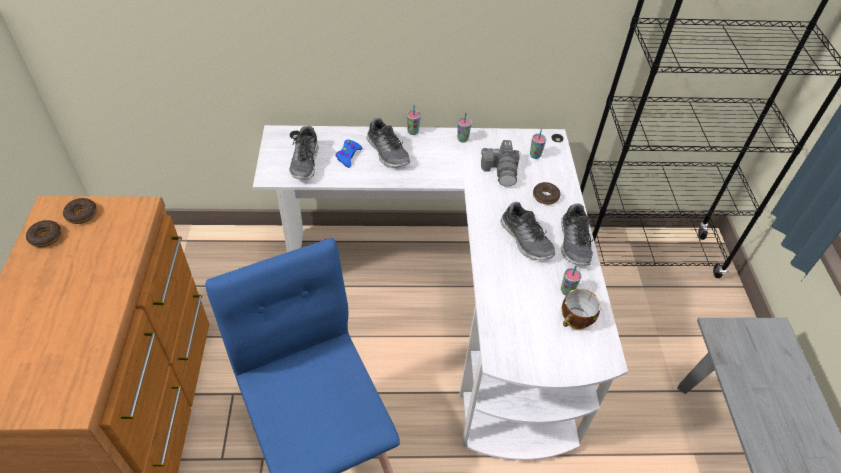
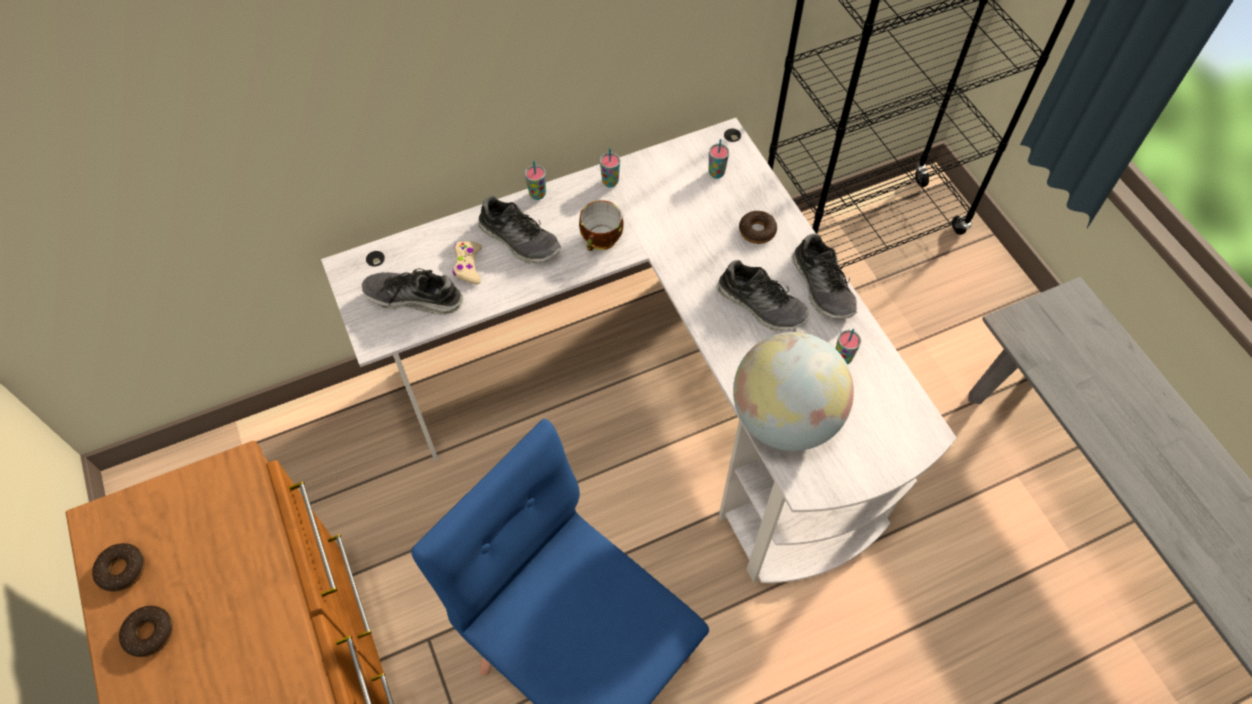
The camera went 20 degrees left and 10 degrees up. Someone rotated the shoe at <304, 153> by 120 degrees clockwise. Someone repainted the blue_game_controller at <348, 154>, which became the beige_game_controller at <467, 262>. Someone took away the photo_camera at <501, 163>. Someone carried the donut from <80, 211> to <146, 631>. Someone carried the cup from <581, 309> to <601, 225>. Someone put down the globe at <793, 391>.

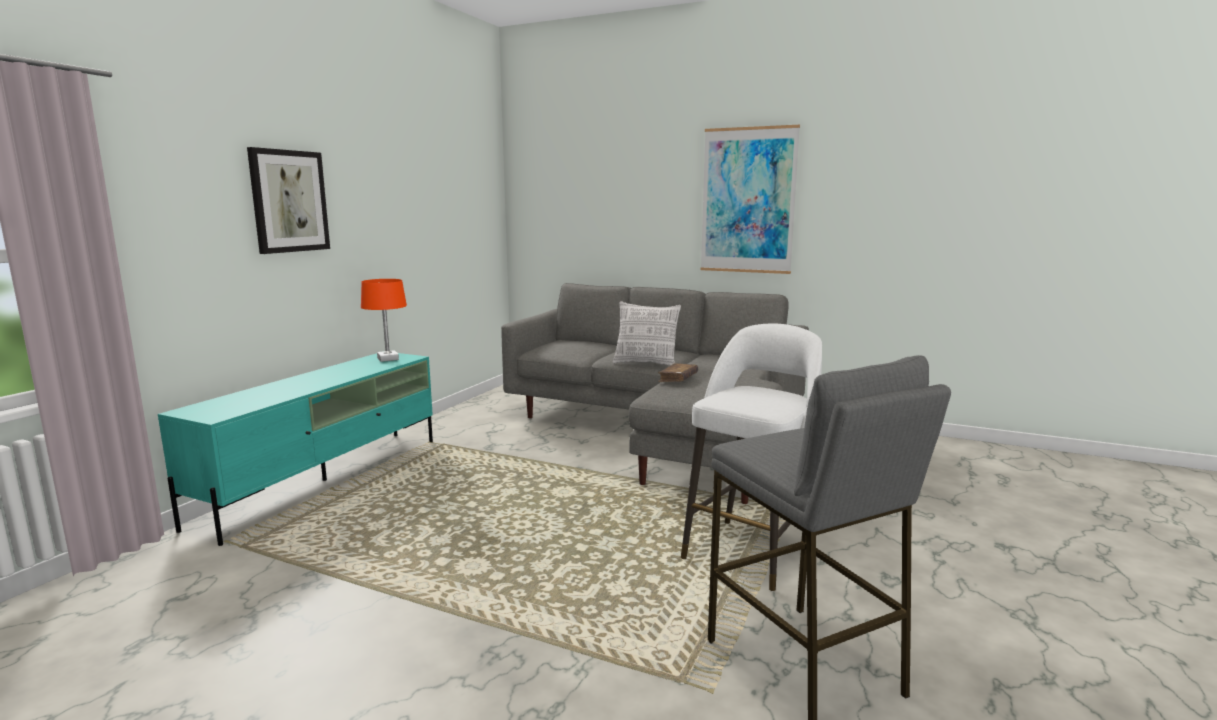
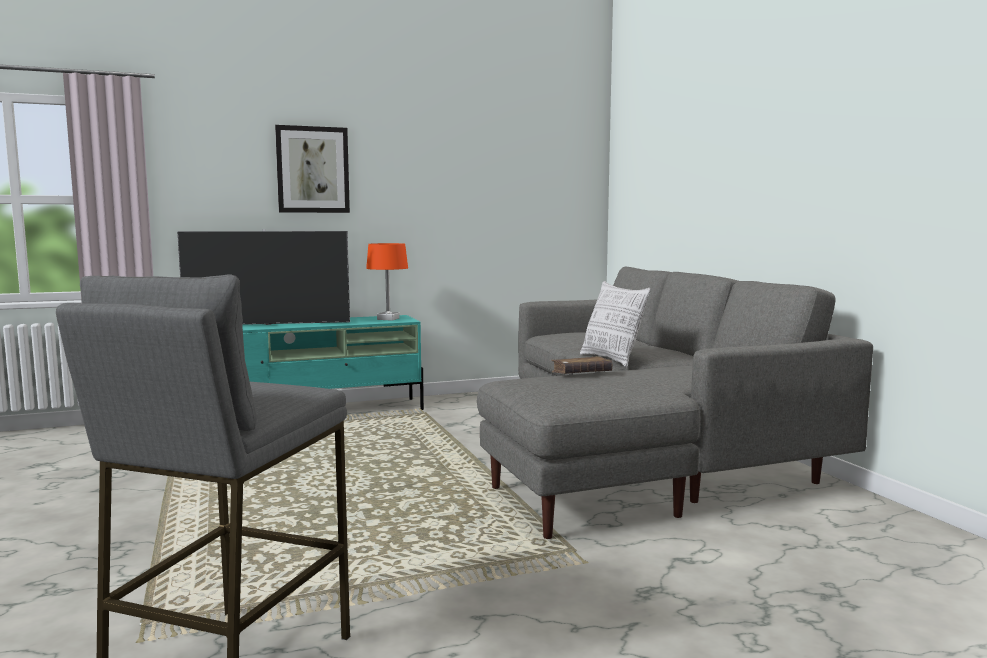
The camera went 45 degrees right and 5 degrees down. Someone took away the picture at <750, 199>. Someone took away the white_stool at <751, 457>. Someone put down the television at <263, 277>.

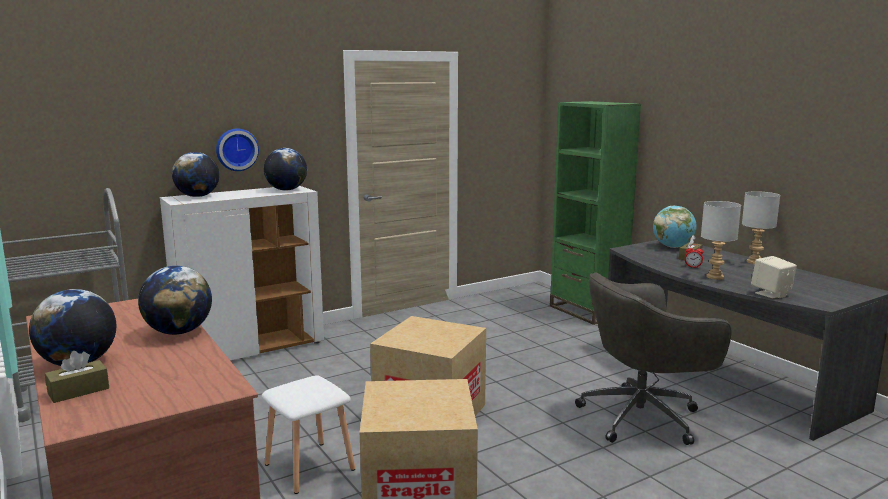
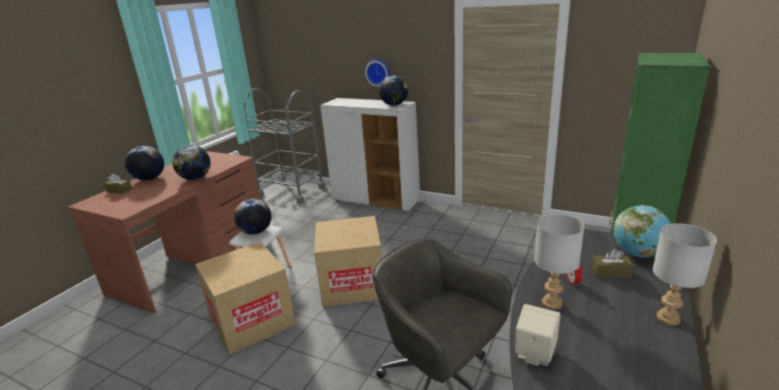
The camera went 60 degrees right and 10 degrees up. Someone carried the globe from <195, 174> to <252, 217>.

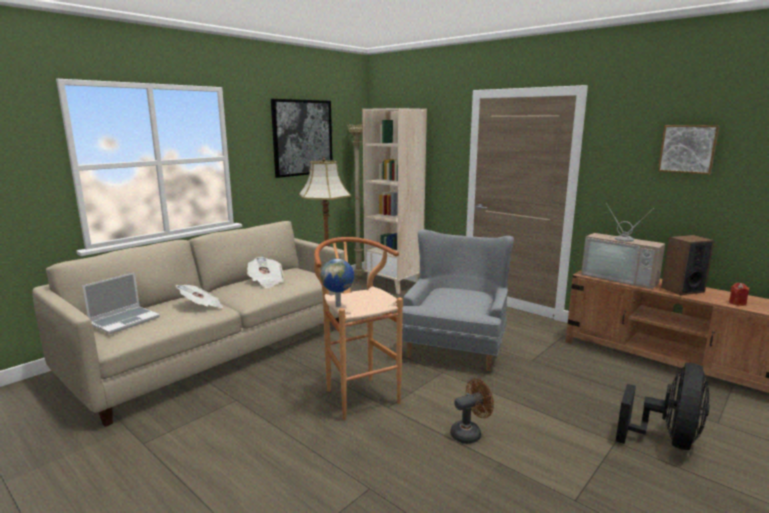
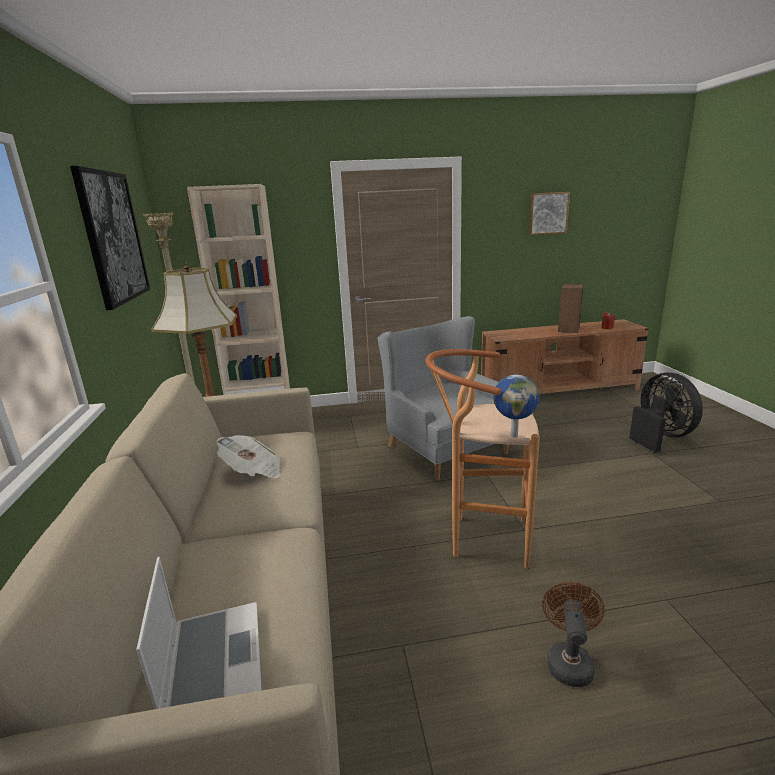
The camera went 50 degrees left and 5 degrees up. Someone took away the television at <623, 246>. Someone took away the newspaper at <199, 296>. Someone carried the brown_fan from <472, 411> to <573, 634>.

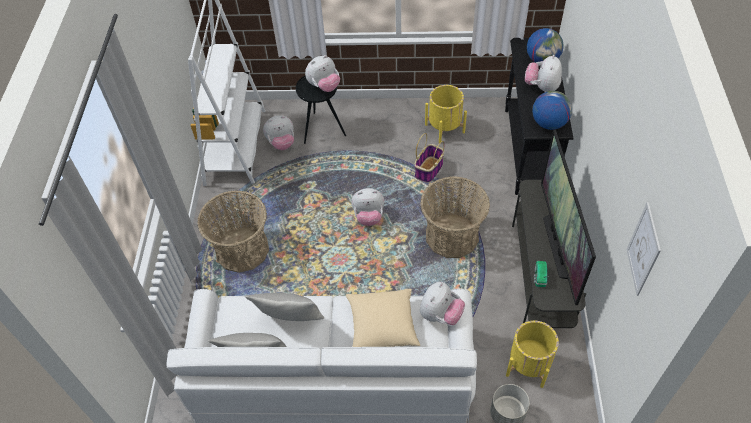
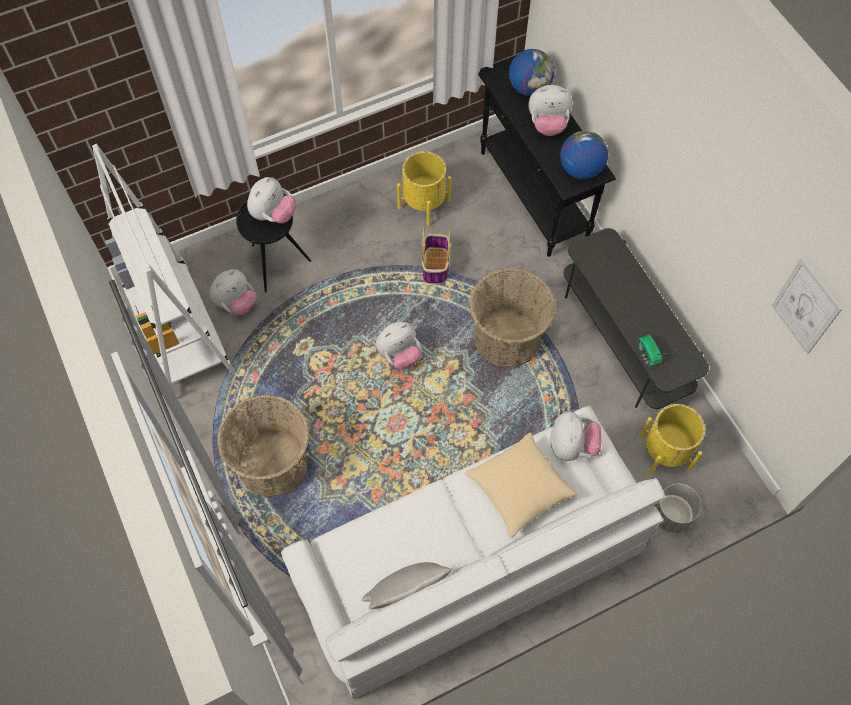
The camera went 30 degrees left and 10 degrees up. Someone rotated the plush_toy at <543, 73> by 75 degrees counterclockwise. Someone took away the television at <568, 217>. Someone took away the grey_pillow at <284, 307>.

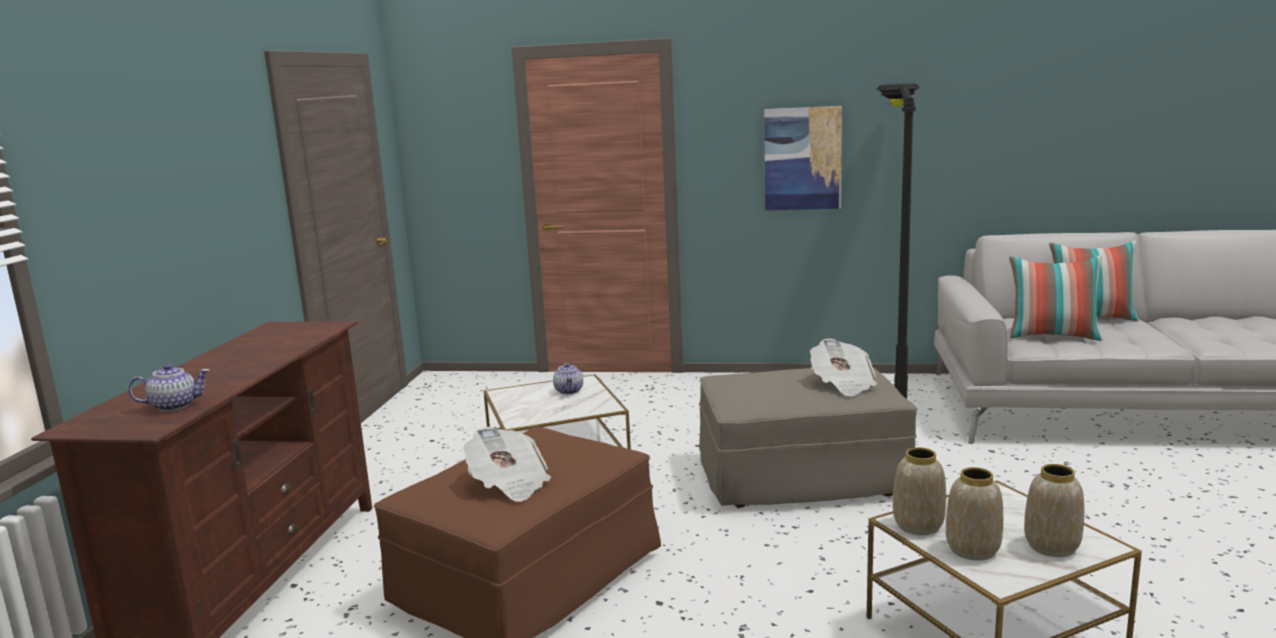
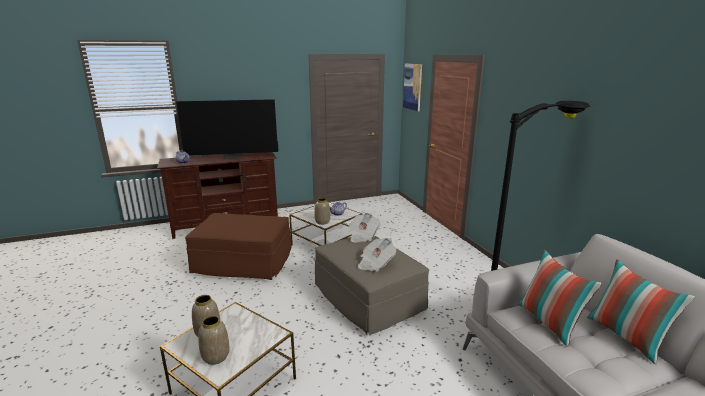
The camera went 60 degrees right and 5 degrees up. Someone carried the picture from <803, 158> to <412, 87>. Someone carried the newspaper from <507, 464> to <364, 227>. Someone carried the vase from <919, 491> to <322, 211>. Someone put down the television at <227, 128>.

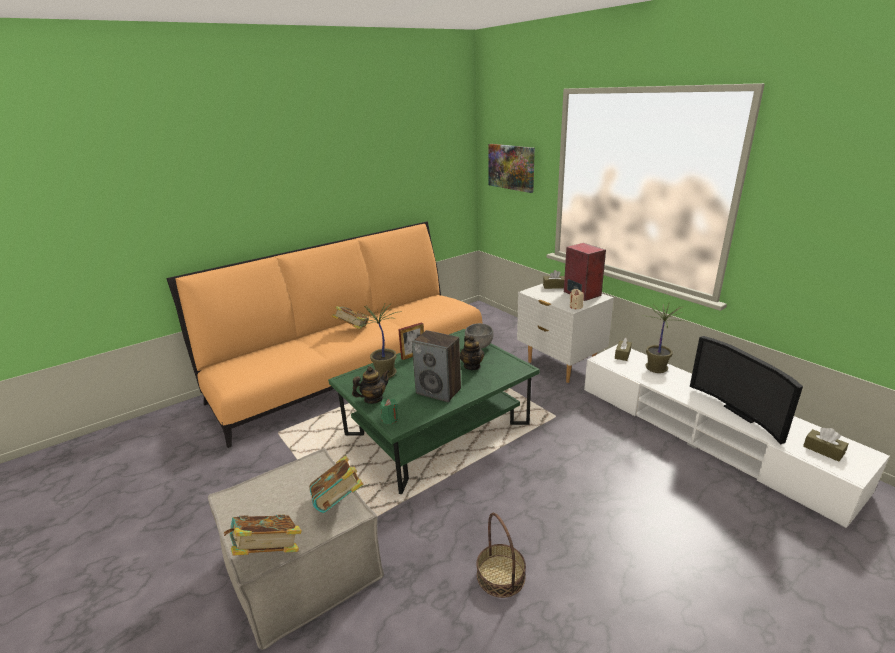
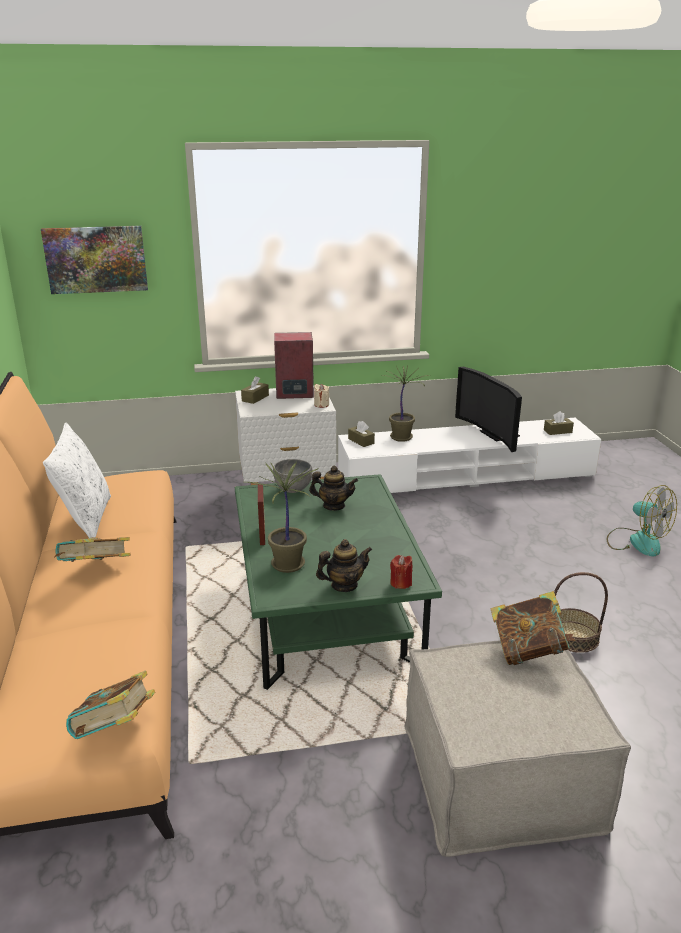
The camera went 65 degrees left and 0 degrees up. Someone took away the speaker at <436, 366>. Someone rotated the television at <746, 390> by 60 degrees clockwise. Someone rotated the teapot at <371, 385> by 75 degrees clockwise. Someone repainted the green_candle at <389, 411>, which became the red_candle at <401, 572>. Someone carried the book from <263, 535> to <110, 704>. Someone put down the white_pillow at <77, 480>. Someone put down the fan at <642, 520>.

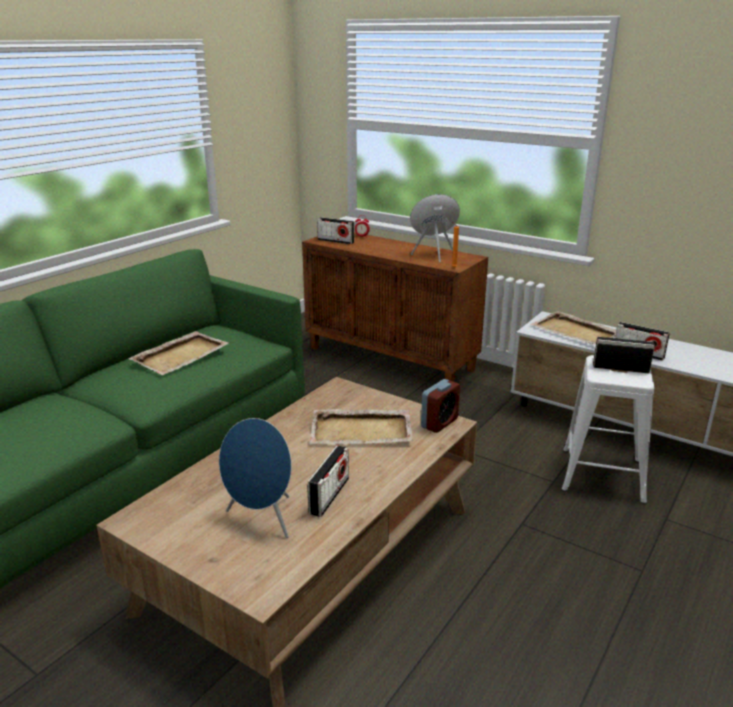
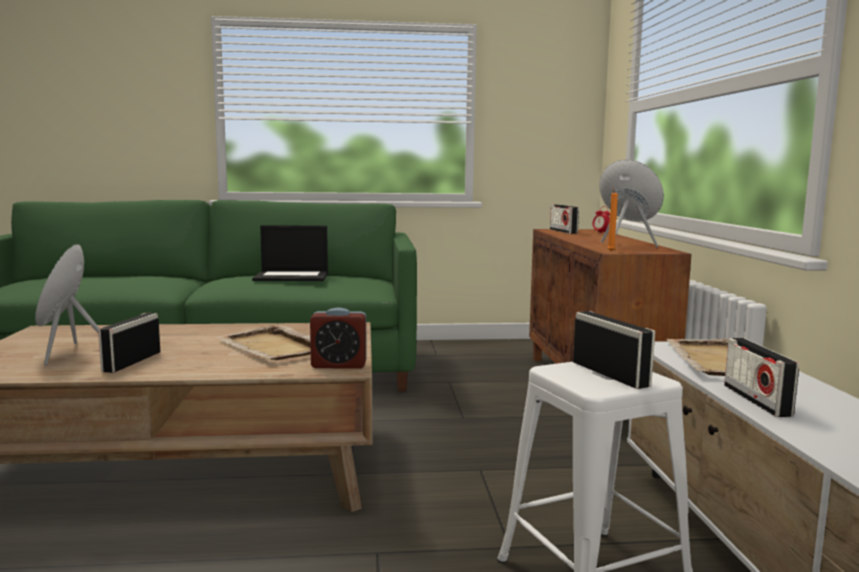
The camera went 50 degrees right and 15 degrees down. Someone swapped the beige_tray at <178, 353> for the laptop at <290, 253>. Someone rotated the radio at <328, 481> by 120 degrees clockwise.

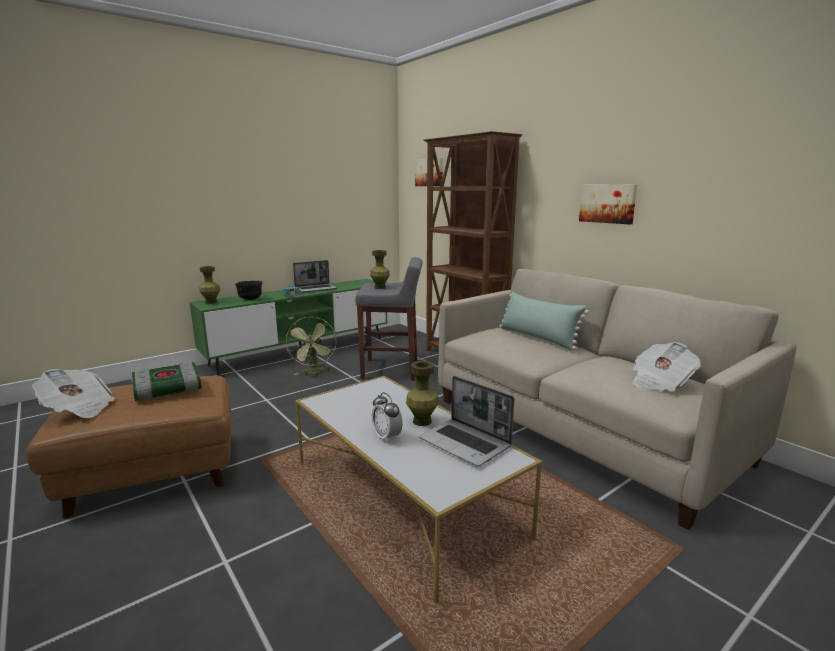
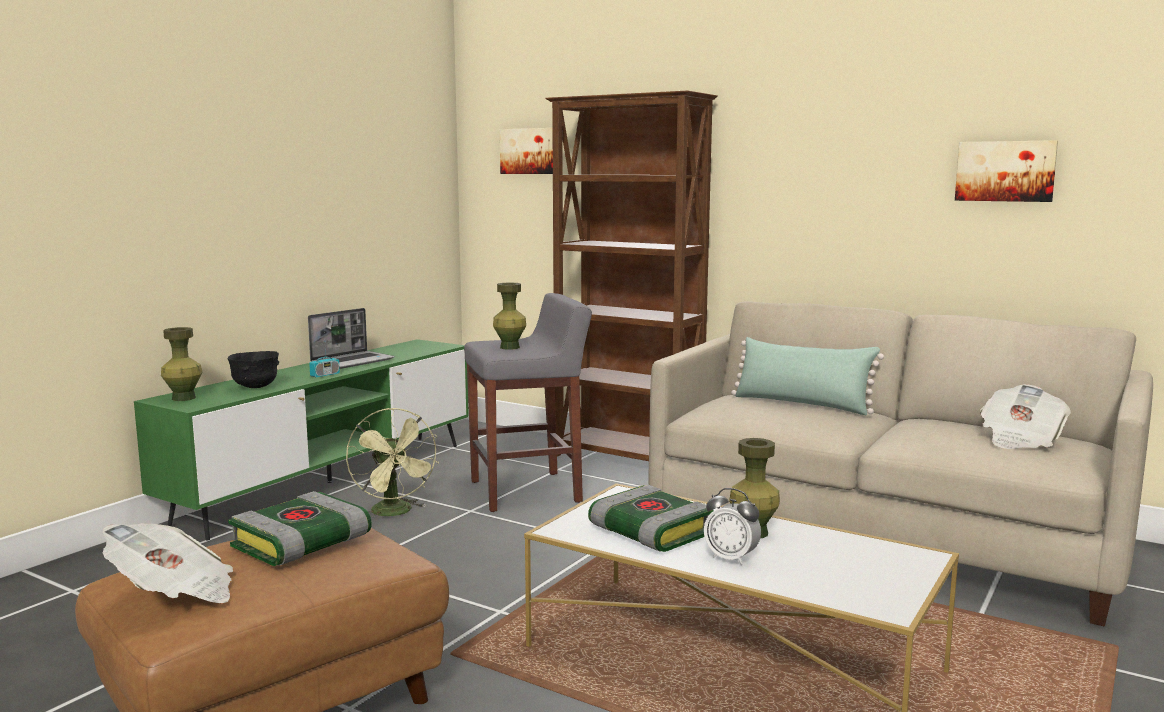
The camera went 20 degrees left and 5 degrees down. Someone carried the picture from <608, 204> to <1006, 171>. Someone took away the laptop at <466, 421>. Someone put down the book at <651, 518>.

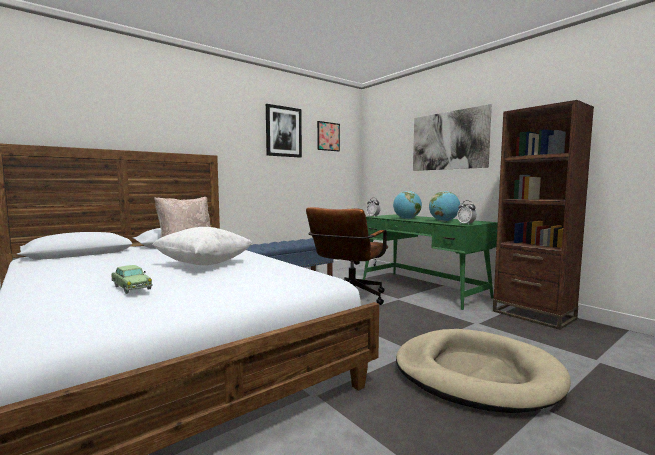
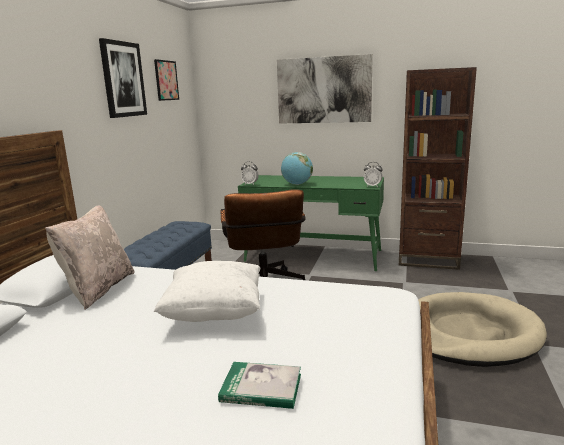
The camera went 35 degrees left and 10 degrees up. Someone took away the globe at <444, 206>. Someone swapped the toy_car at <132, 279> for the book at <259, 385>.

